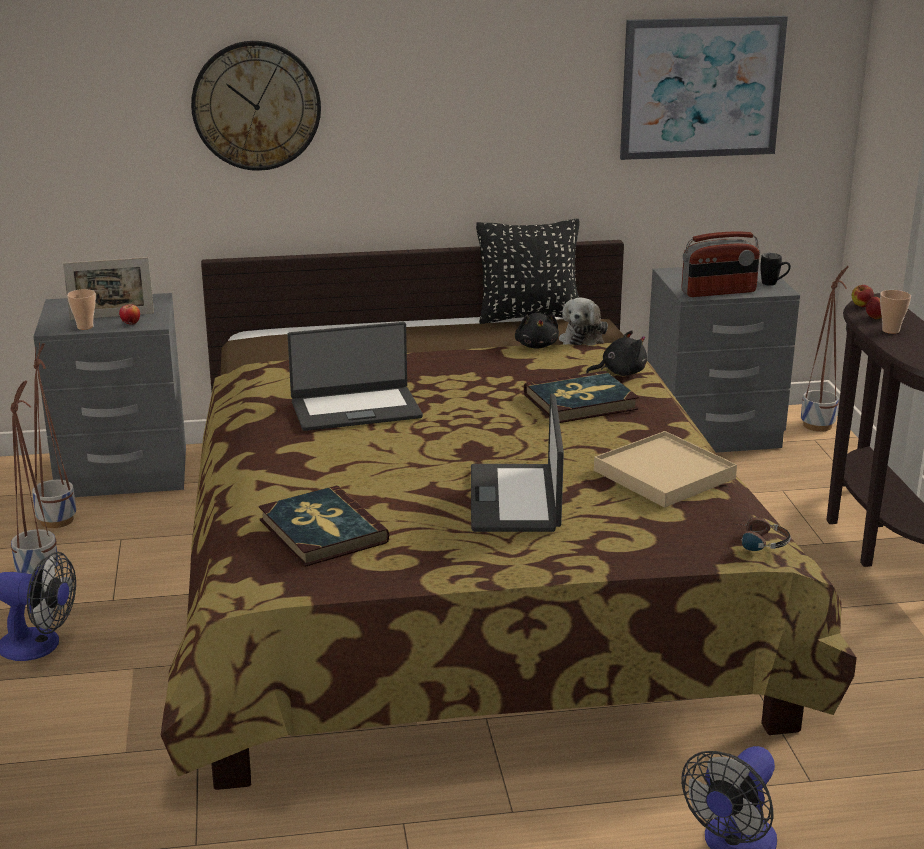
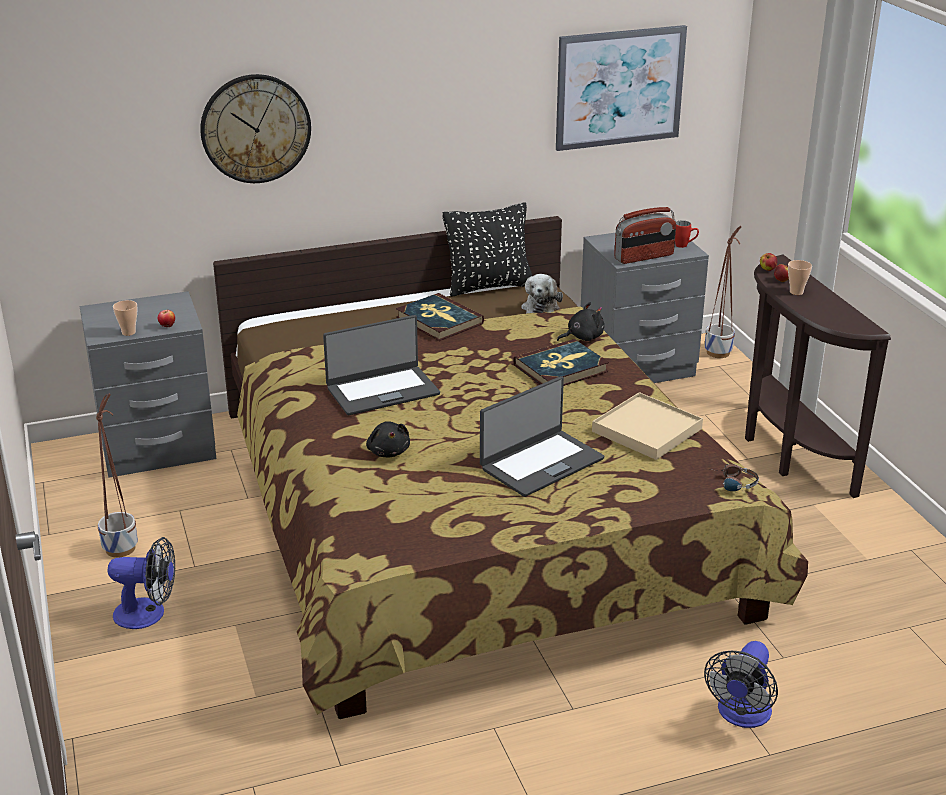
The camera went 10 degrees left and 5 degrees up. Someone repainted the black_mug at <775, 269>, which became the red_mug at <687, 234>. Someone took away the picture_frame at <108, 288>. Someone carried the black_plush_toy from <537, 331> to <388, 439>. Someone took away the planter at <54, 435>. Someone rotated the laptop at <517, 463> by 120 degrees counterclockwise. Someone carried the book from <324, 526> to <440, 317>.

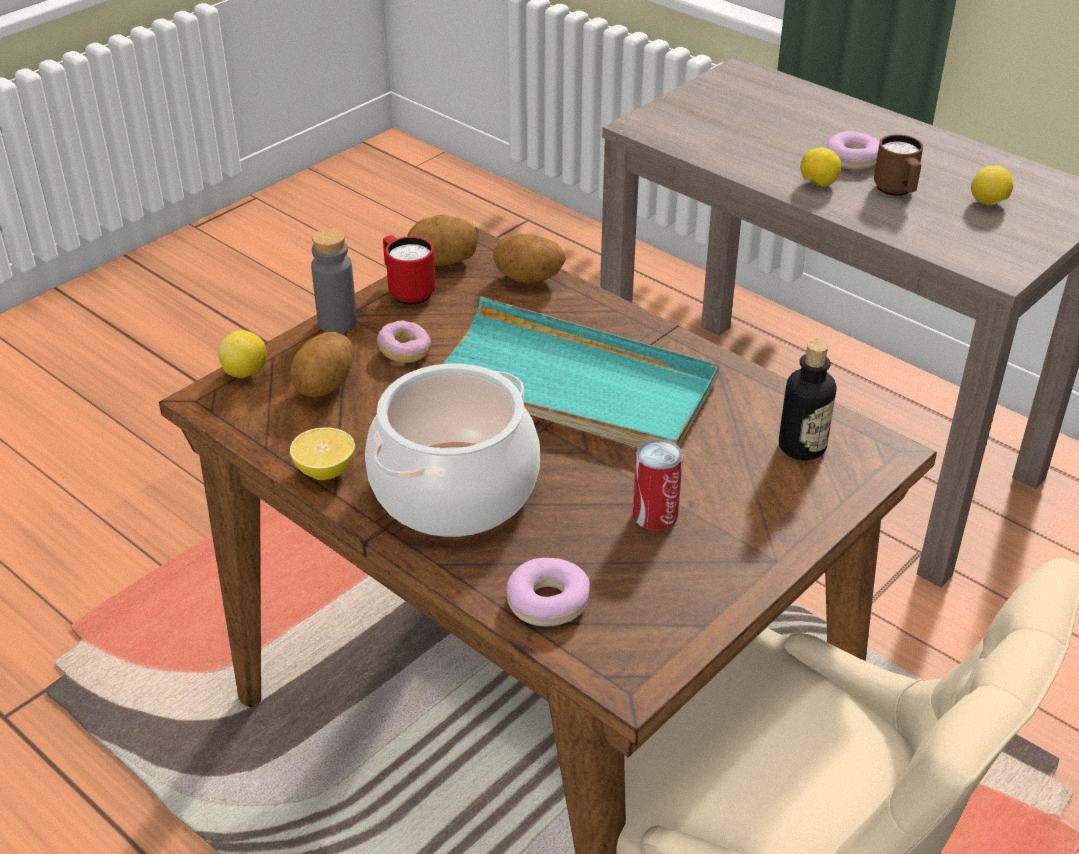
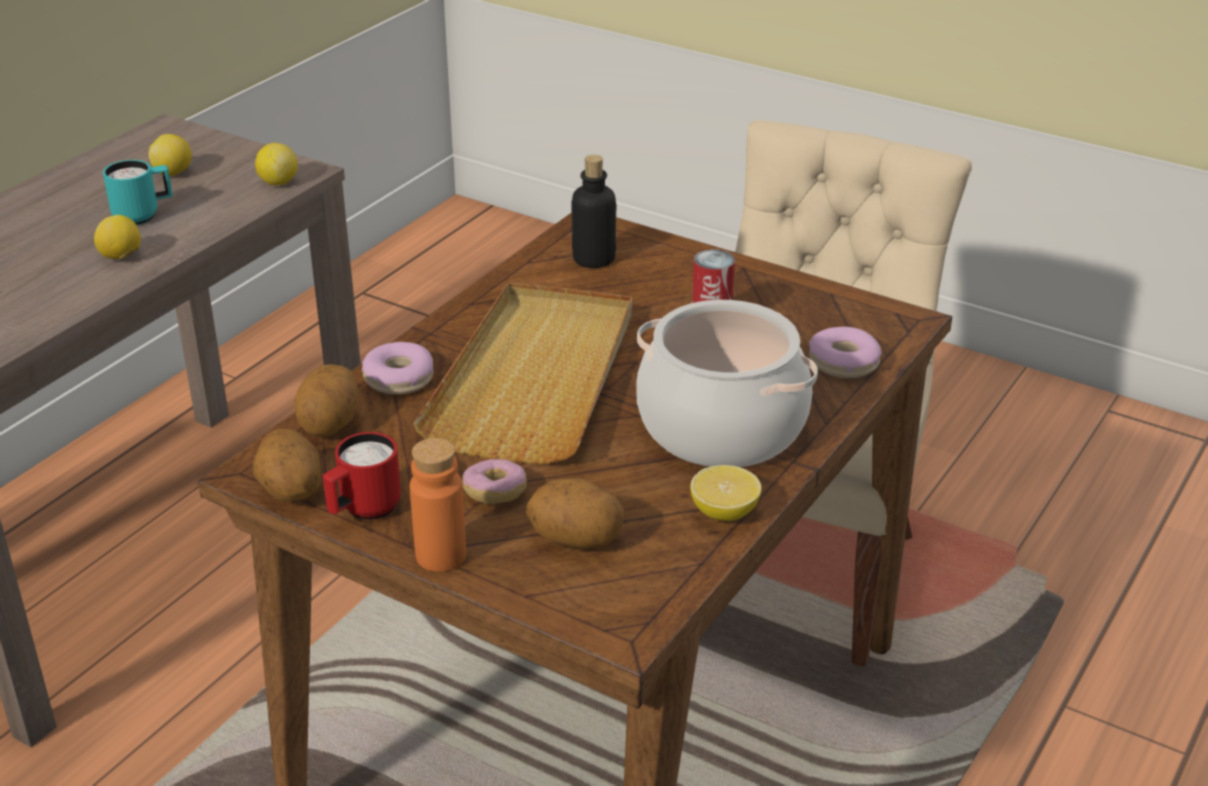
The camera went 100 degrees left and 5 degrees down. Someone carried the donut from <853, 150> to <398, 368>. Someone repainted the brown_mug at <898, 165>, which became the turquoise_mug at <138, 192>. Someone repainted the grey_bottle at <334, 280>, which became the orange_bottle at <438, 505>. Someone repainted the turquoise_tray at <580, 372>, which became the beige_tray at <522, 373>. Someone carried the lemon from <242, 354> to <276, 164>.

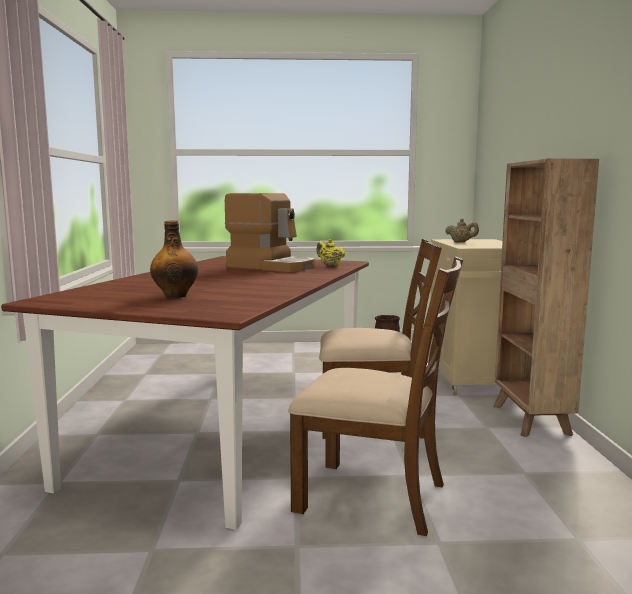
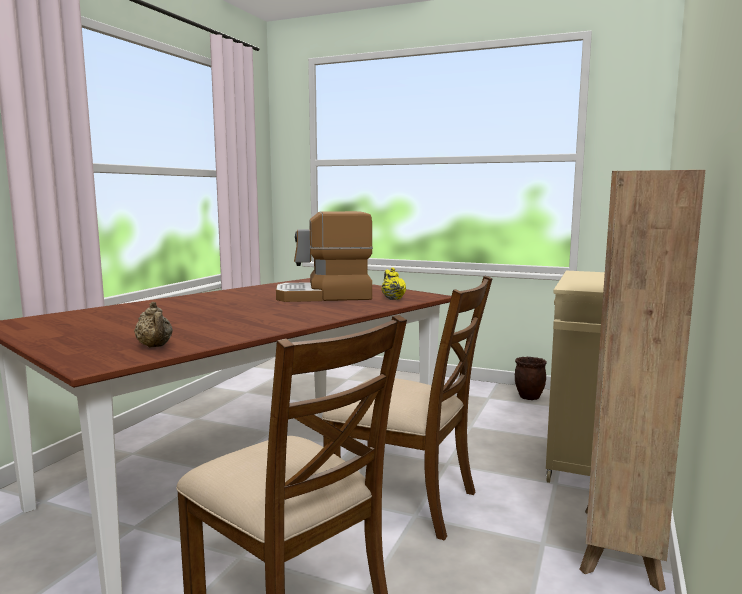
The camera went 25 degrees right and 0 degrees up. Someone rotated the coffee_machine at <270, 232> by 120 degrees clockwise. Someone carried the beige_teapot from <462, 230> to <153, 324>. Someone took away the bottle at <174, 259>.

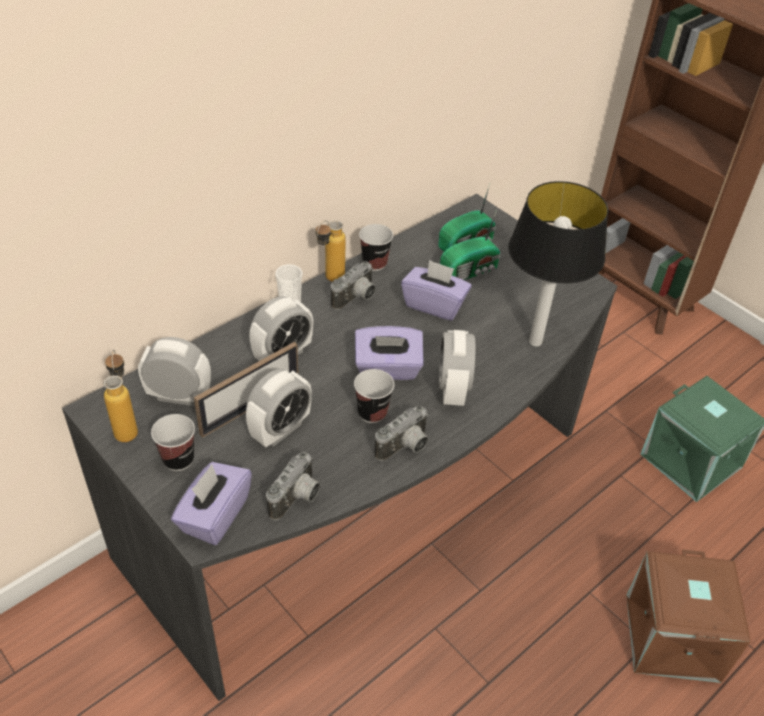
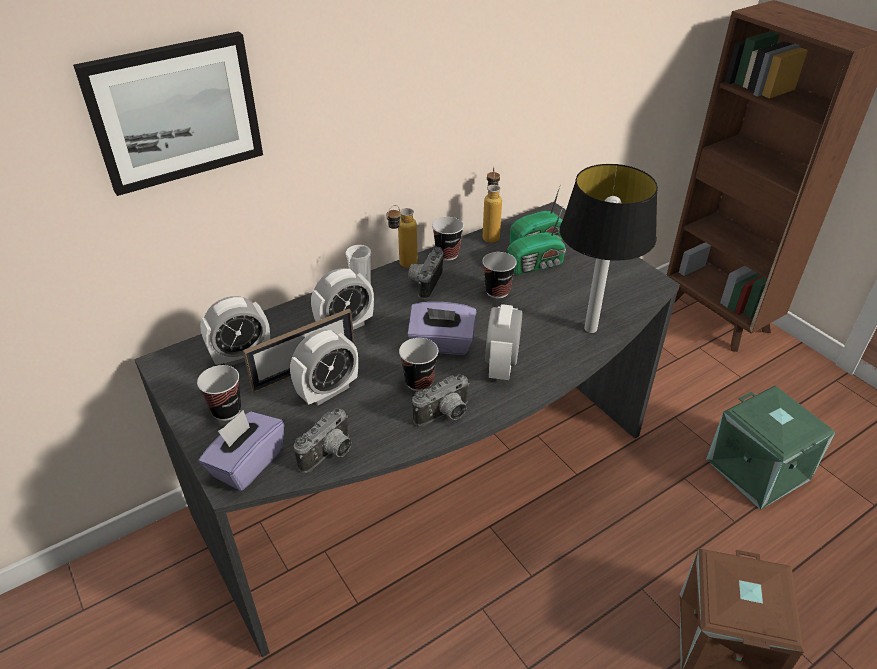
The camera went 10 degrees right and 5 degrees down. Someone swapped the purple_tissue_box at <436, 290> for the cup at <499, 275>. Someone rotated the photo_camera at <353, 285> by 150 degrees clockwise. Someone rotated the alarm_clock at <174, 371> by 135 degrees clockwise. Someone carried the bottle from <121, 396> to <492, 205>. Someone put up the picture at <168, 113>.

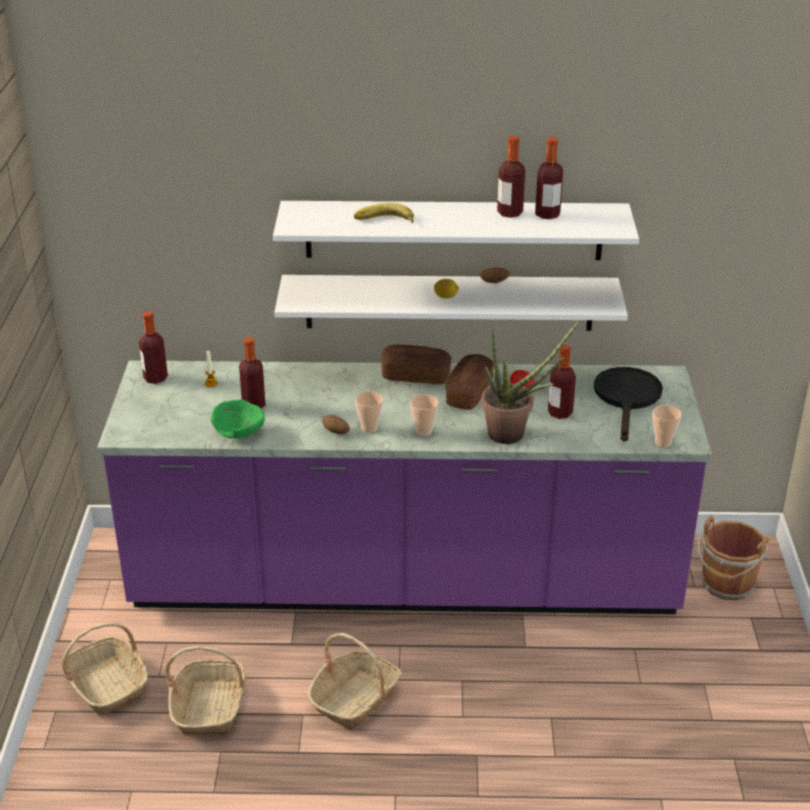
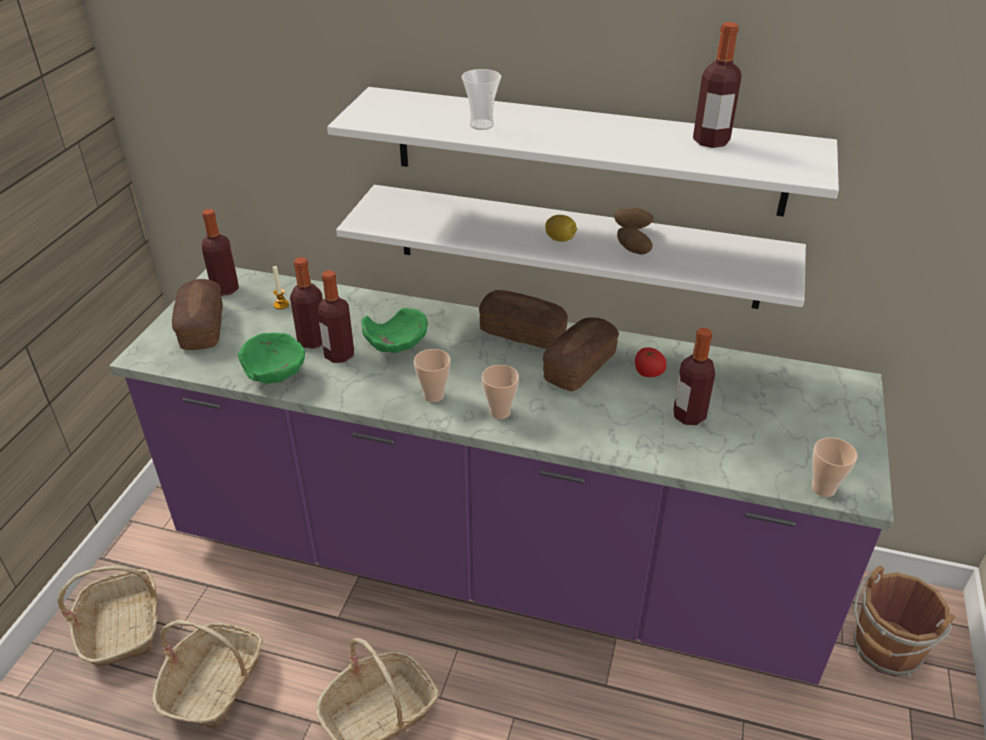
The camera went 15 degrees right and 5 degrees up. Someone carried the bottle from <511, 177> to <336, 316>. Someone swapped the banana at <384, 213> for the cup at <481, 99>. Someone took away the potted_plant at <530, 383>. Someone took away the black_frying_pan at <628, 404>. Someone carried the potato from <336, 425> to <635, 241>. Someone put down the bread at <197, 314>. Someone put down the green_bowl at <394, 330>.

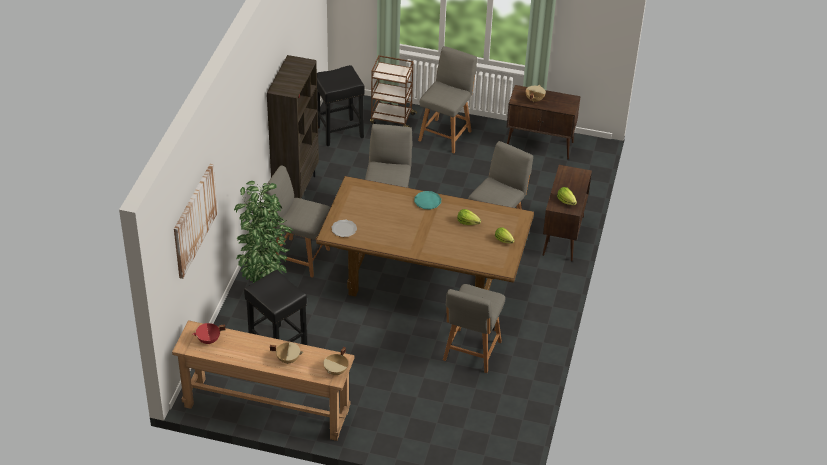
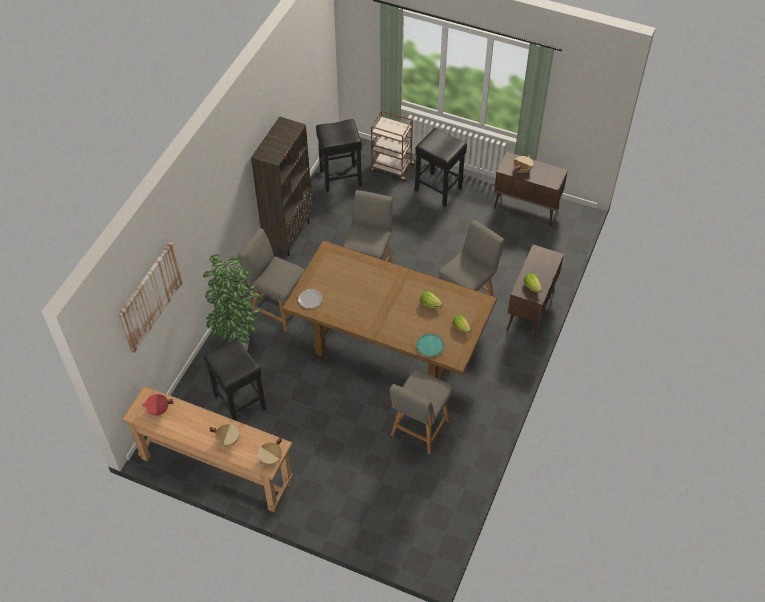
The camera went 10 degrees right and 10 degrees up. Someone swapped the grey_chair at <447, 99> for the black_stool at <441, 167>. Someone carried the turquoise_plate from <427, 200> to <430, 345>.

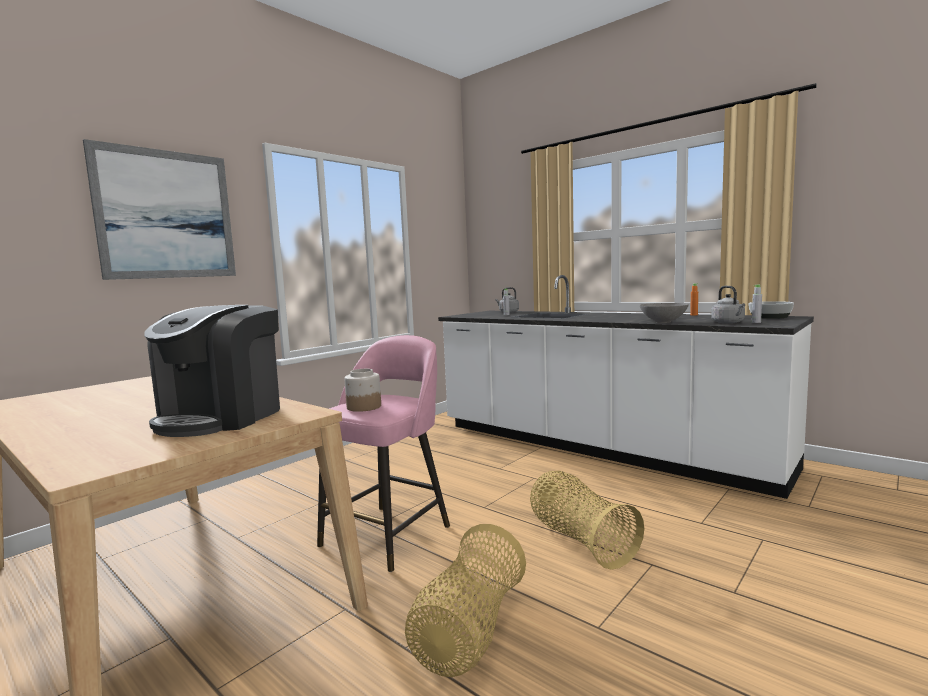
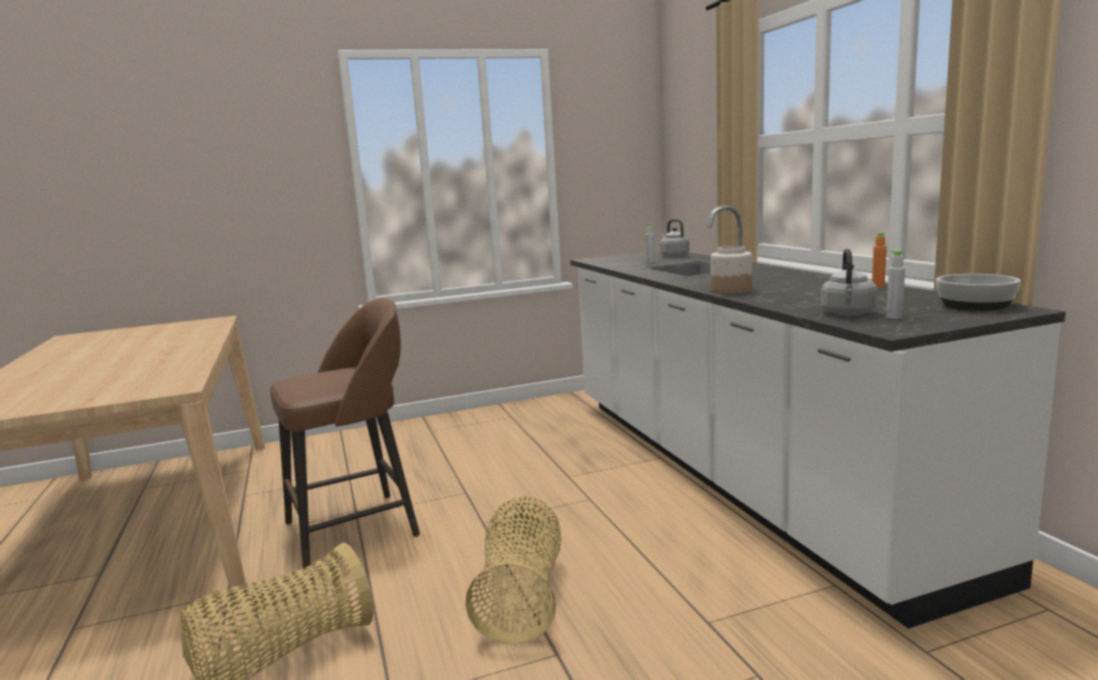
The camera went 30 degrees right and 5 degrees up. Someone took away the picture at <159, 209>. Someone took away the grey_bowl at <664, 313>. Someone took away the coffee_machine at <212, 371>. Someone repainted the pink_stool at <383, 453>, which became the brown_stool at <345, 434>. Someone carried the jar from <362, 390> to <731, 270>.

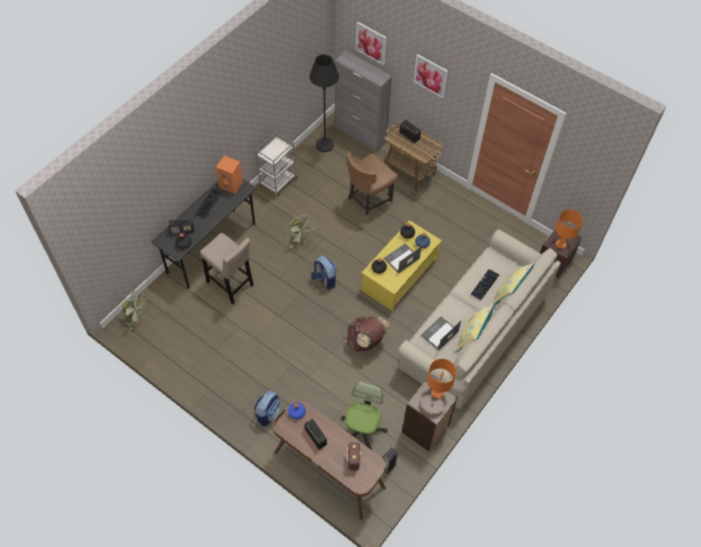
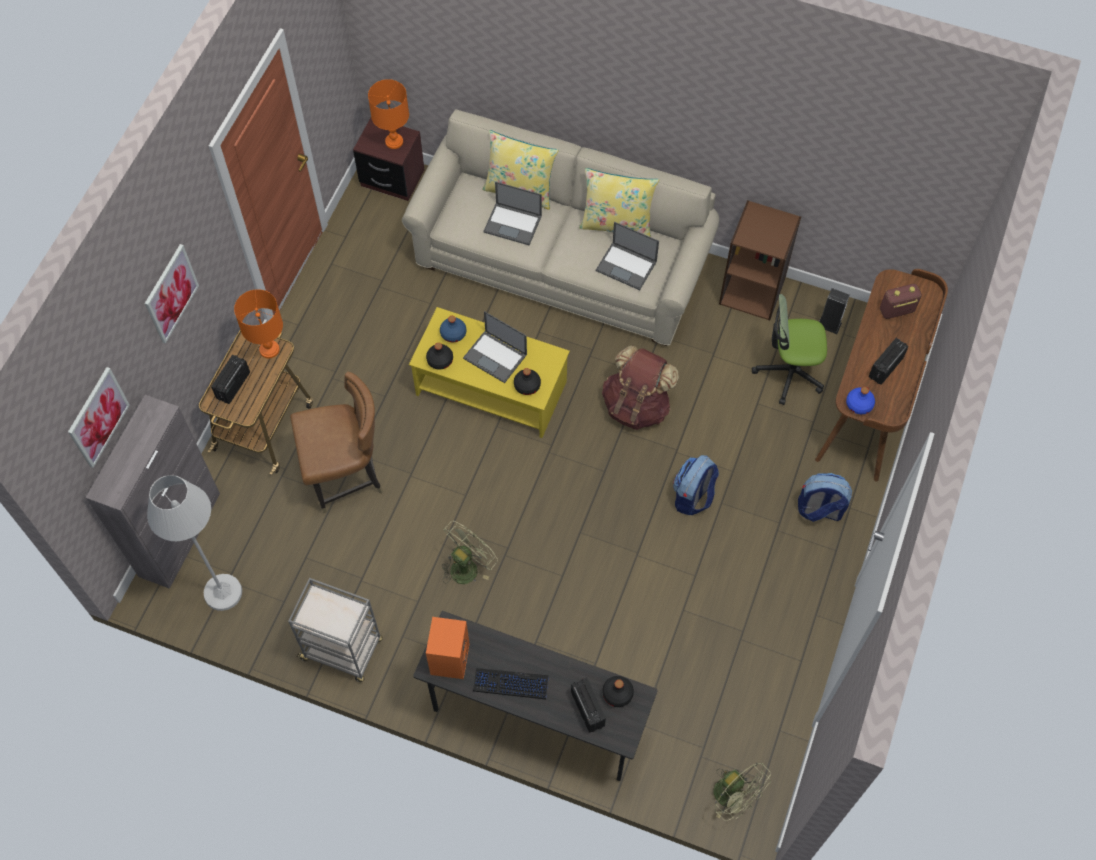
The camera went 105 degrees left and 5 degrees up. Someone repainted the black_floor_lamp at <324, 103>, which became the white_floor_lamp at <194, 543>. Someone rotated the brown_chair at <373, 185> by 45 degrees counterclockwise. Someone took away the beige_stool at <227, 268>. Someone carried the backpack from <324, 272> to <696, 485>. Someone swapped the keyboard at <485, 284> for the laptop at <512, 213>. Someone rotated the green_fan at <134, 310> by 135 degrees clockwise. Someone carried the orange_table_lamp from <441, 378> to <258, 323>.

